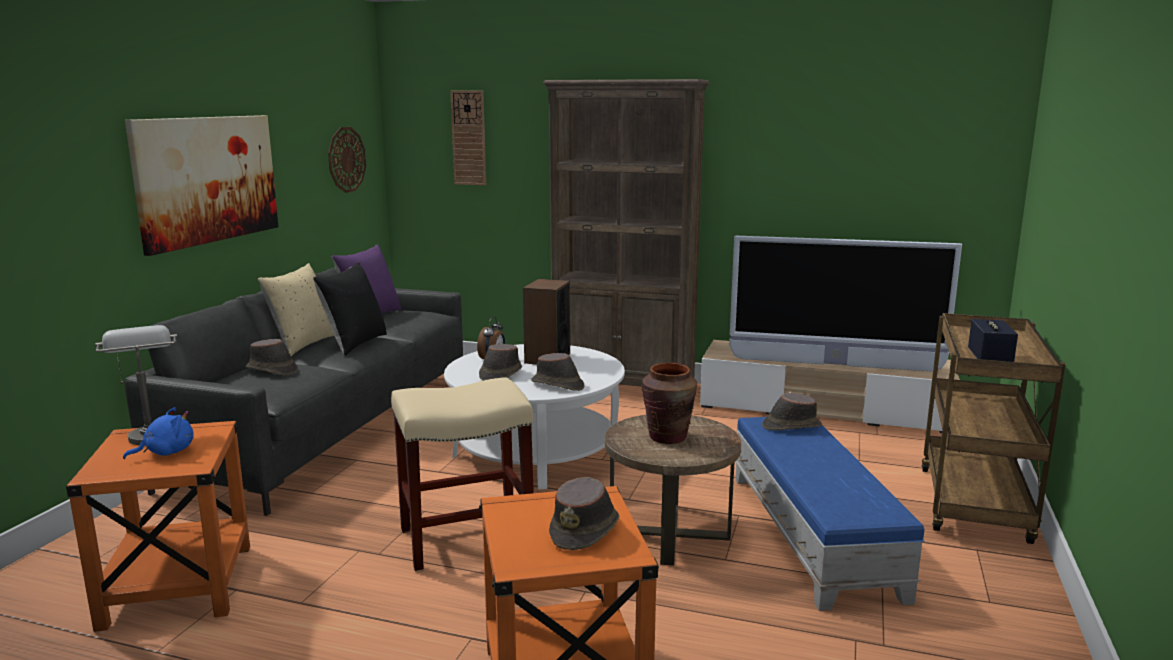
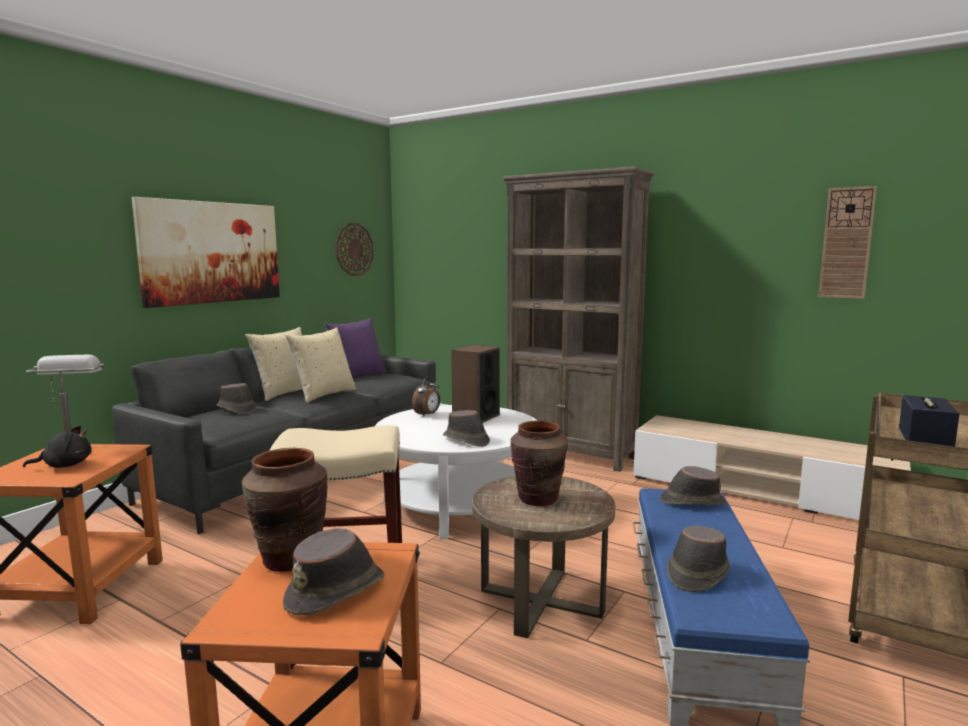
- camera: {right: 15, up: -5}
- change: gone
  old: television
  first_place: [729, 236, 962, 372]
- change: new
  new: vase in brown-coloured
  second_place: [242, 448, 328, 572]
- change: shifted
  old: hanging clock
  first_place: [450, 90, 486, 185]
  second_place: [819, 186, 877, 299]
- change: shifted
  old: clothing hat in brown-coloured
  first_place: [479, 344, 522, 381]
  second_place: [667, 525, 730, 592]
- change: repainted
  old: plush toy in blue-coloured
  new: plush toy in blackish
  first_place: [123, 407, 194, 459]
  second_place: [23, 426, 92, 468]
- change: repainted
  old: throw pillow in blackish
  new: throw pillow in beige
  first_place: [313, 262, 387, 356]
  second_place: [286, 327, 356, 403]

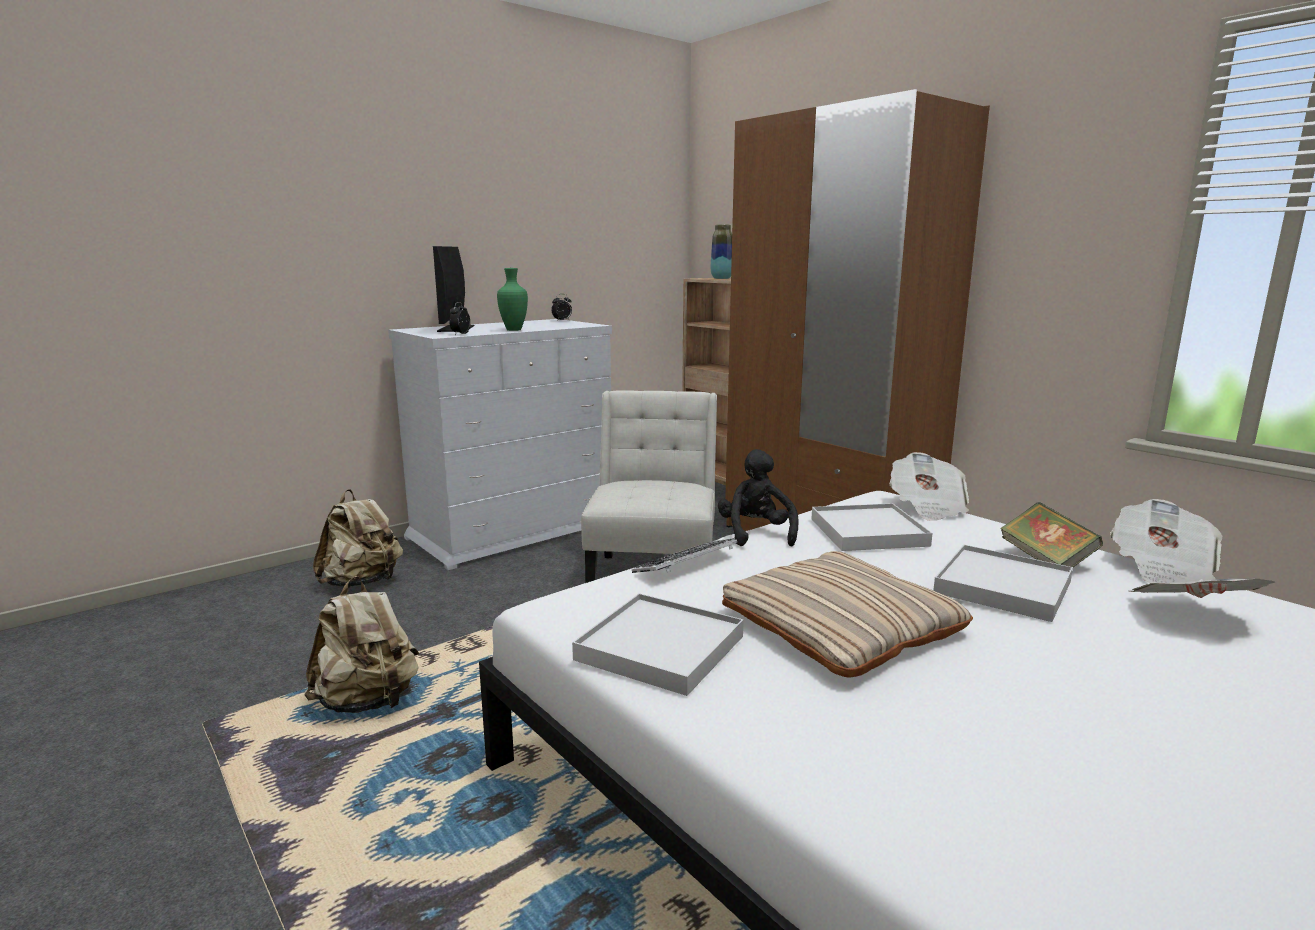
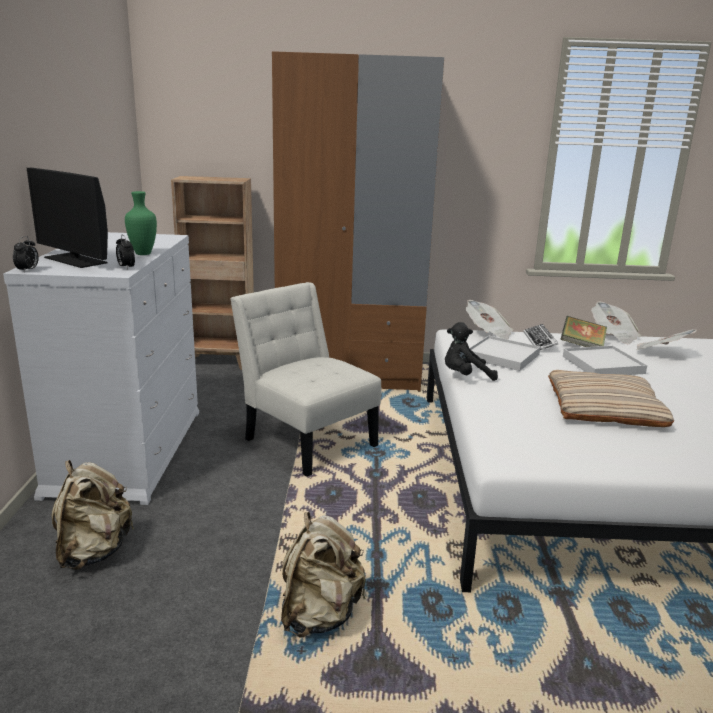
- camera: {right: -50, up: 5}
- change: gone
  old: tray in whitish
  first_place: [572, 593, 744, 696]
- change: gone
  old: vase
  first_place: [711, 225, 732, 279]
- change: shifted
  old: bedside clock
  first_place: [551, 294, 572, 321]
  second_place: [13, 236, 39, 272]
- change: shifted
  old: keyboard
  first_place: [632, 538, 737, 573]
  second_place: [524, 324, 558, 350]
- change: rotated
  old: plush toy in blackish
  first_place: [718, 449, 799, 546]
  second_place: [445, 322, 498, 381]
  degrees: -45

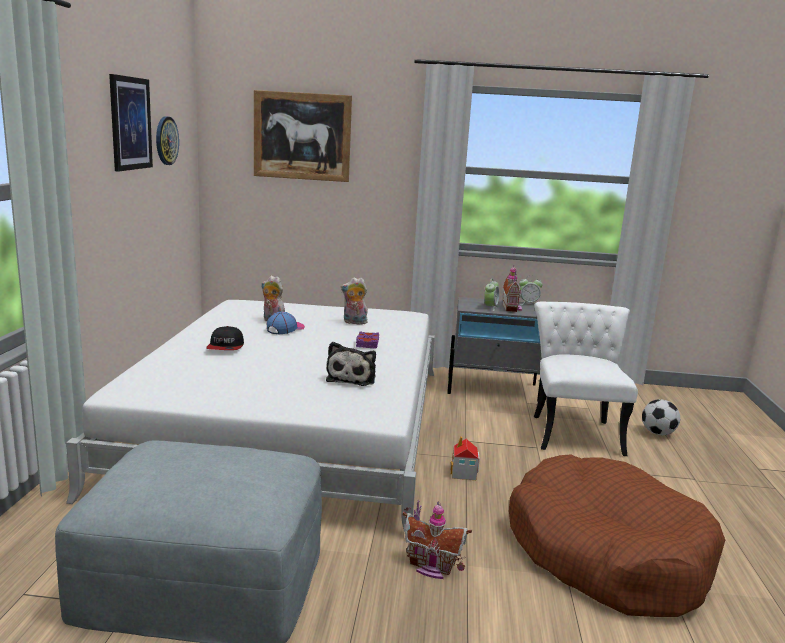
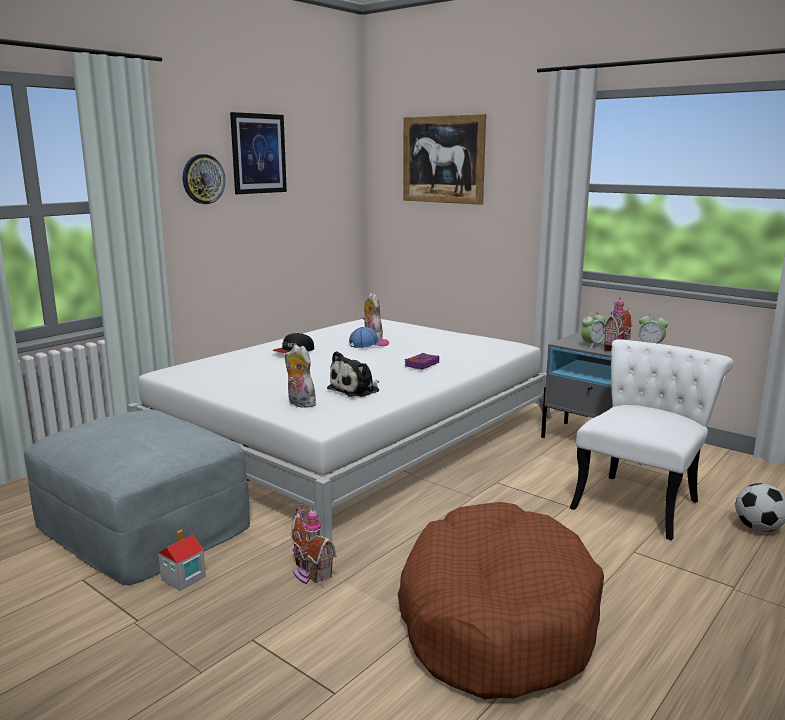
- camera: {right: 35, up: 0}
- change: shifted
  old: hanging clock
  first_place: [156, 116, 179, 165]
  second_place: [183, 154, 225, 204]
- change: shifted
  old: plush toy
  first_place: [341, 277, 369, 324]
  second_place: [284, 345, 316, 408]
- change: shifted
  old: miniature house
  first_place: [450, 436, 480, 480]
  second_place: [158, 530, 206, 591]

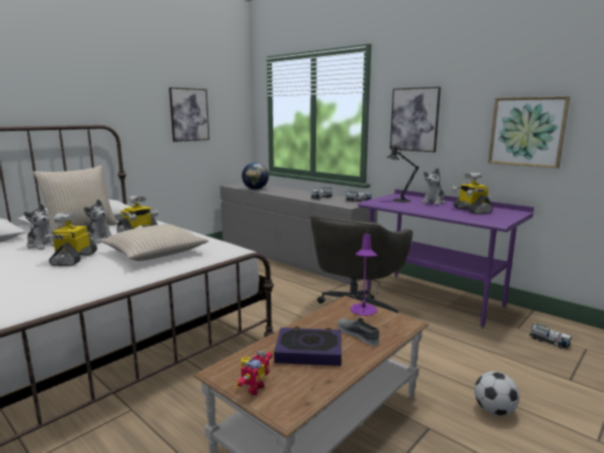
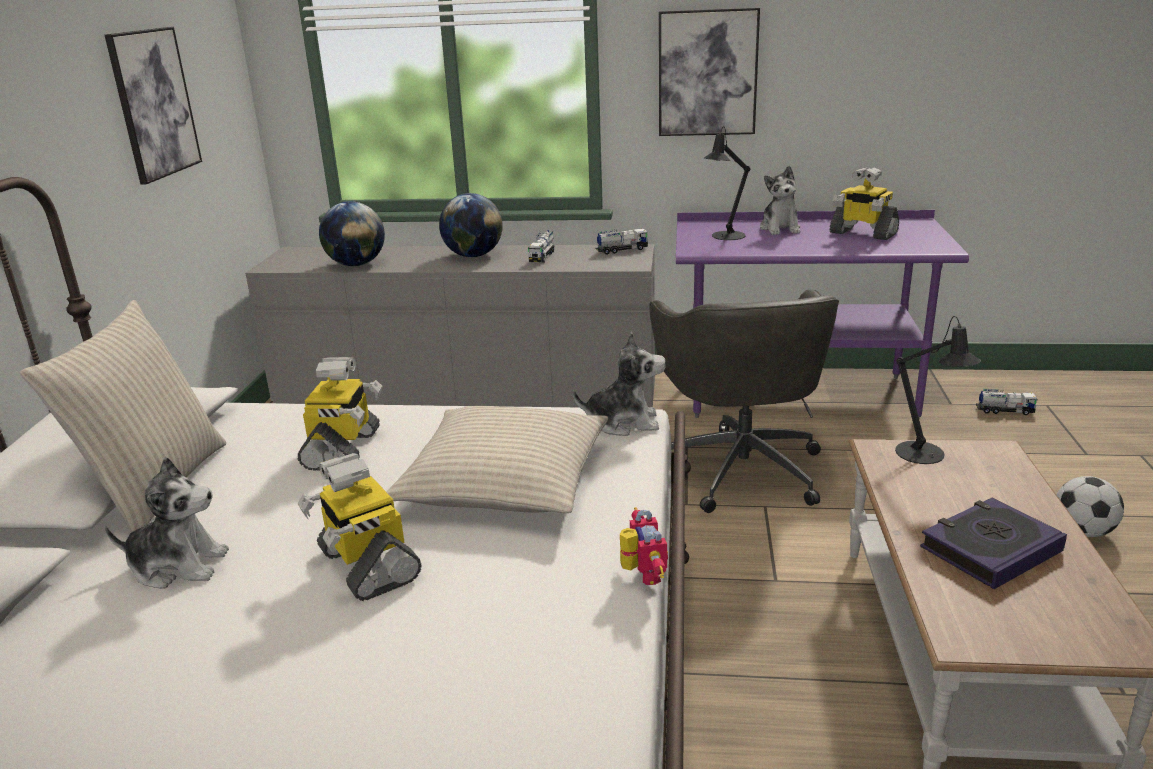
- camera: {right: -35, up: 10}
- change: gone
  old: shoe in greyish
  first_place: [338, 318, 380, 346]
- change: gone
  old: wall picture
  first_place: [488, 96, 570, 168]
- change: new
  new: globe
  second_place: [439, 193, 503, 257]
- change: shifted
  old: plush toy
  first_place: [84, 199, 112, 243]
  second_place: [573, 332, 666, 436]
- change: shifted
  old: robot figure
  first_place: [235, 351, 273, 395]
  second_place: [620, 507, 668, 585]
- change: repainted
  old: lamp for a table in purple-coloured
  new: lamp for a table in blackish
  first_place: [350, 233, 377, 316]
  second_place: [895, 316, 981, 464]

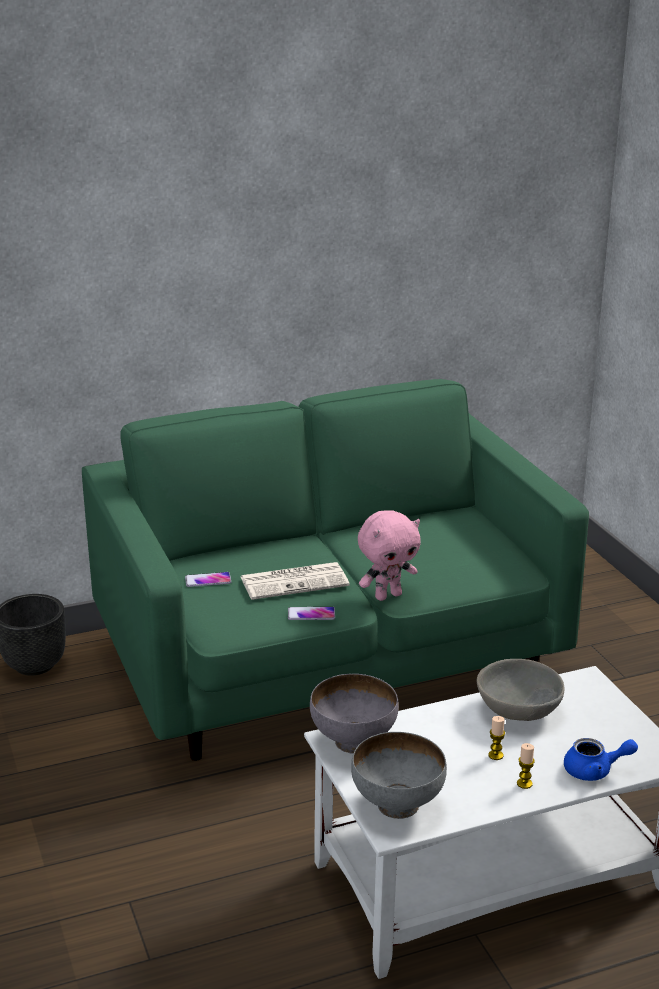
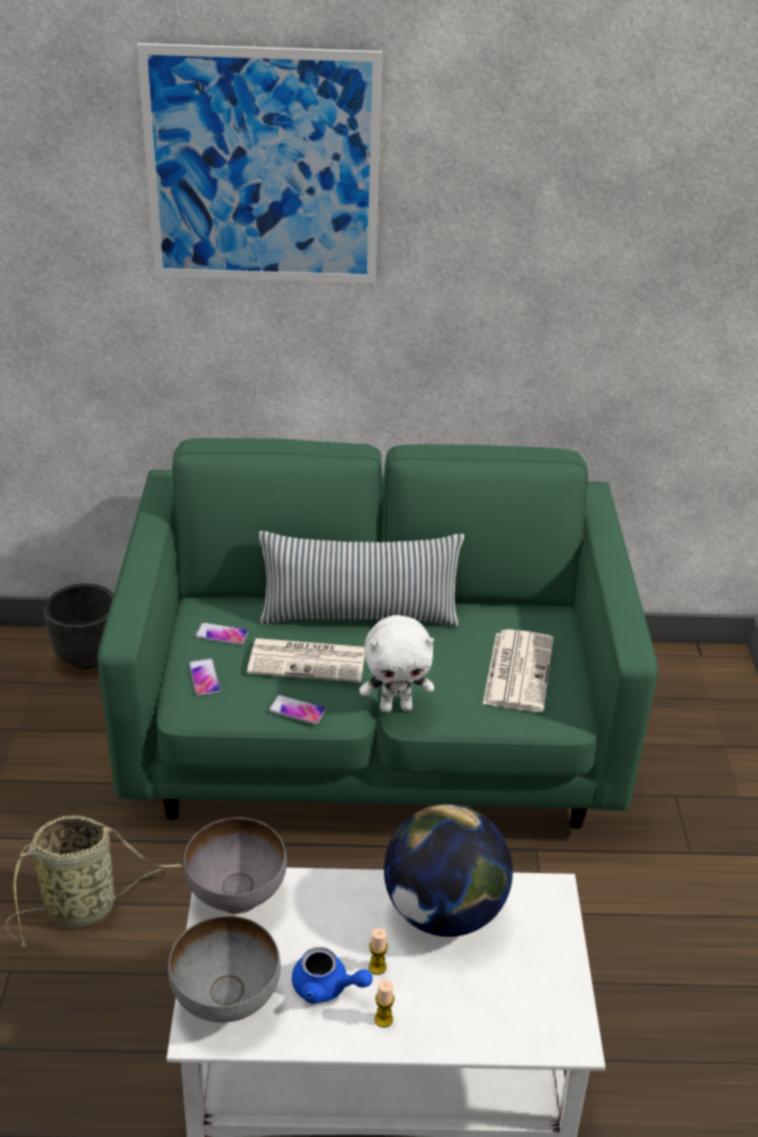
- camera: {right: 20, up: 10}
- change: new
  new: household basket
  second_place: [6, 815, 183, 948]
- change: new
  new: wall picture
  second_place: [137, 43, 382, 283]
- change: new
  new: telephone
  second_place: [189, 658, 221, 696]
- change: new
  new: throw pillow
  second_place: [258, 531, 464, 626]
- change: new
  new: printed paper
  second_place: [483, 629, 553, 712]
- change: shifted
  old: teapot in blue-coloured
  first_place: [564, 738, 638, 781]
  second_place: [292, 947, 372, 1004]
- change: swapped
  old: bowl in greyish
  new: globe
  first_place: [476, 659, 565, 721]
  second_place: [384, 804, 513, 937]
- change: repainted
  old: plush toy in pink-coloured
  new: plush toy in whitish
  first_place: [358, 510, 421, 601]
  second_place: [360, 615, 434, 712]

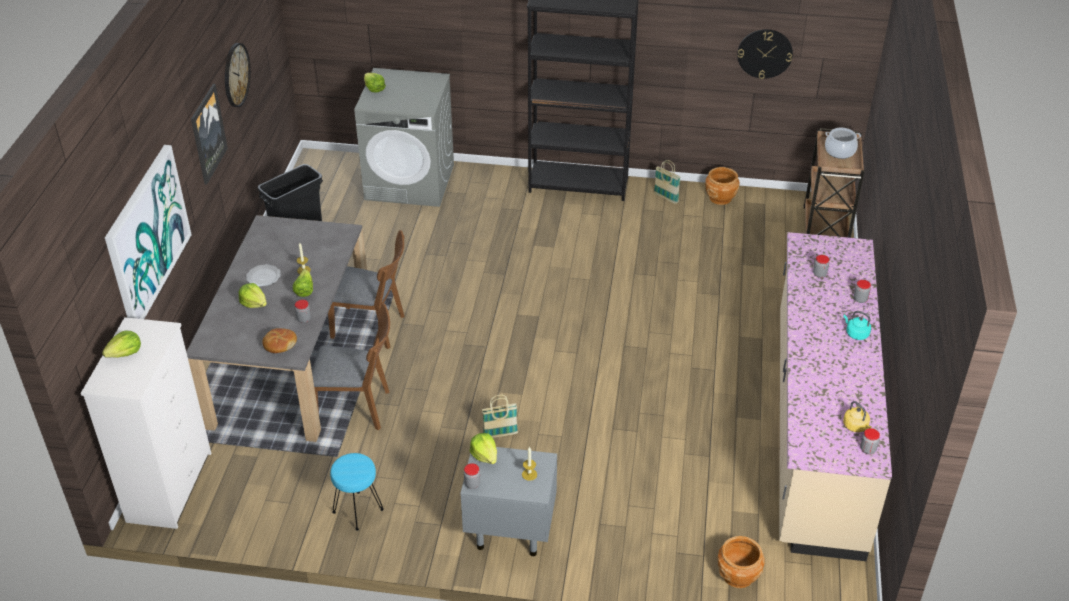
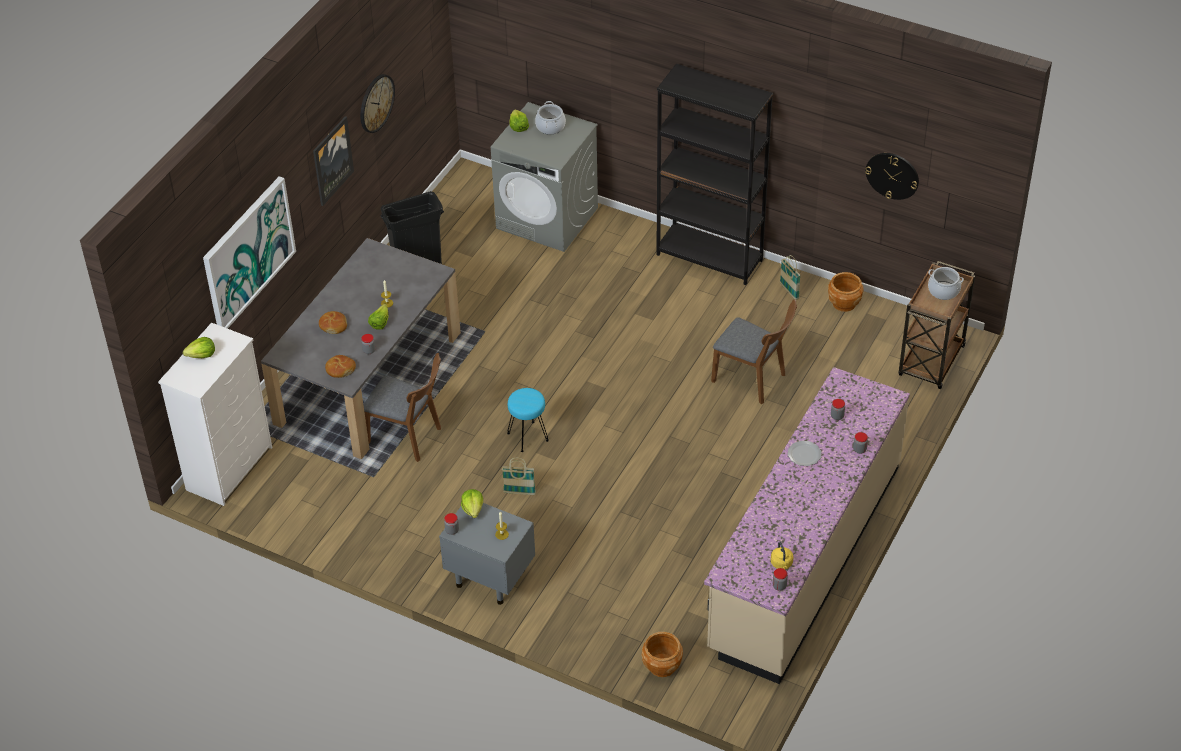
- camera: {right: 20, up: 5}
- change: gone
  old: water kettle in turquoise-coloured
  first_place: [844, 311, 871, 340]
- change: new
  new: saucepot
  second_place: [535, 101, 566, 135]
- change: shifted
  old: plate
  first_place: [246, 264, 281, 287]
  second_place: [788, 441, 822, 466]
- change: shifted
  old: plain chair in brown-coloured
  first_place: [328, 230, 405, 349]
  second_place: [711, 299, 797, 404]
- change: shifted
  old: stool in turquoise-coloured
  first_place: [330, 453, 384, 531]
  second_place: [507, 388, 549, 452]
- change: swapped
  old: head of lettuce
  new: bakery bread
  first_place: [238, 283, 267, 308]
  second_place: [319, 311, 347, 334]

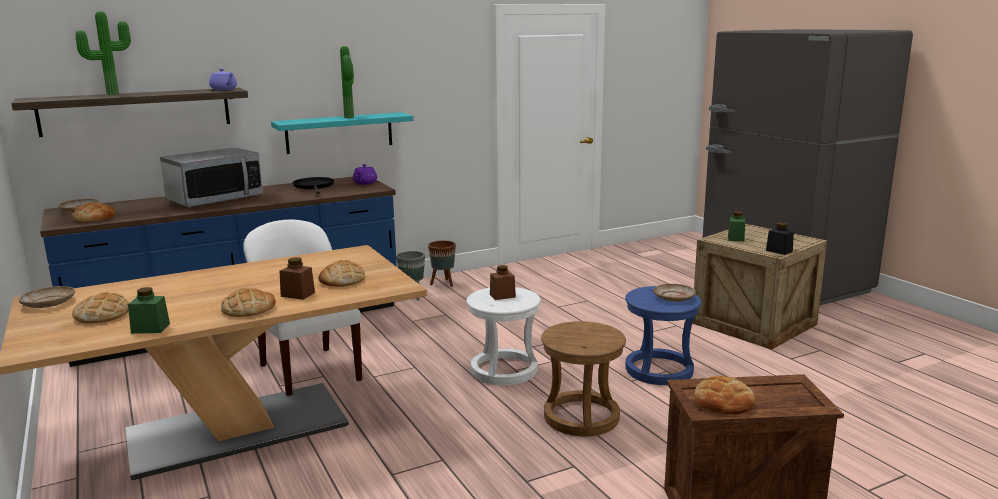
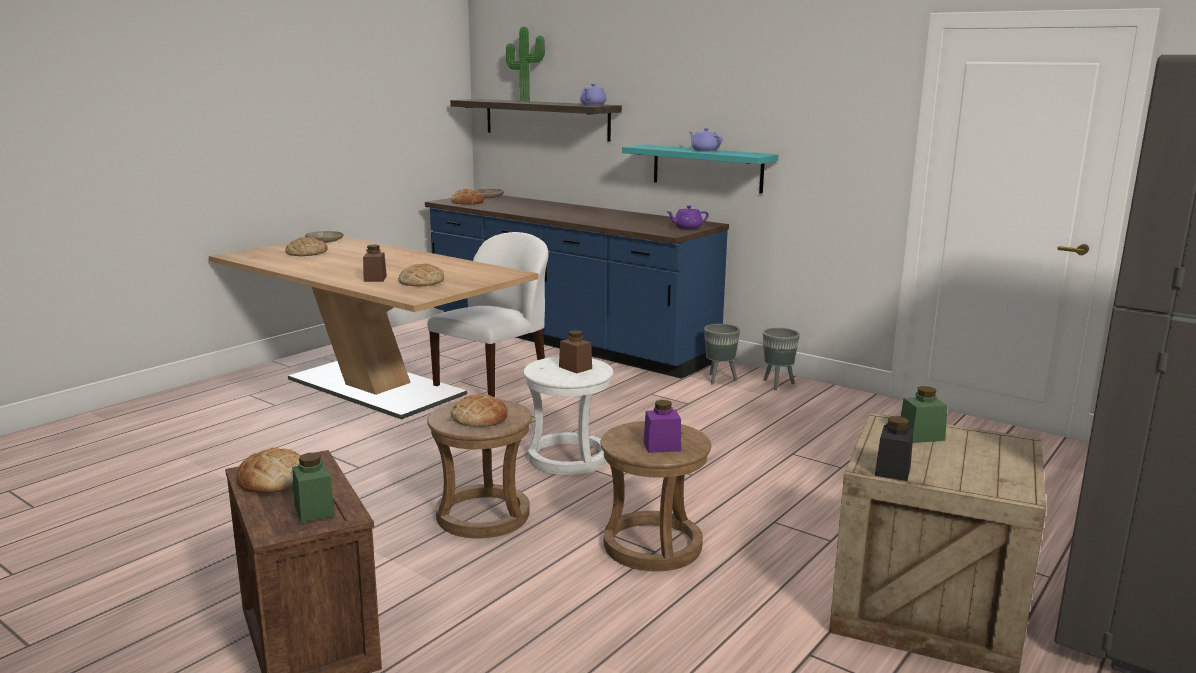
- camera: {right: 65, up: 0}
- change: gone
  old: microwave
  first_place: [160, 147, 263, 207]
- change: gone
  old: pan in blackish
  first_place: [293, 177, 334, 194]
- change: shifted
  old: preserve jar in greenish
  first_place: [128, 287, 170, 334]
  second_place: [292, 453, 335, 523]
- change: shifted
  old: bakery bread
  first_place: [221, 288, 276, 317]
  second_place: [451, 394, 508, 427]
- change: swapped
  old: houseplant
  new: teapot in purple-coloured
  first_place: [340, 46, 354, 118]
  second_place: [688, 128, 723, 152]
- change: swapped
  old: plate in beige
  new: preserve jar in purple-coloured
  first_place: [654, 284, 695, 302]
  second_place: [644, 400, 681, 453]
- change: repainted
  old: flower pot in brown-coloured
  new: flower pot in greyish
  first_place: [428, 241, 456, 287]
  second_place: [763, 328, 800, 390]
- change: repainted
  old: stool in blue-coloured
  new: stool in brown-coloured
  first_place: [625, 286, 701, 385]
  second_place: [600, 421, 711, 571]

